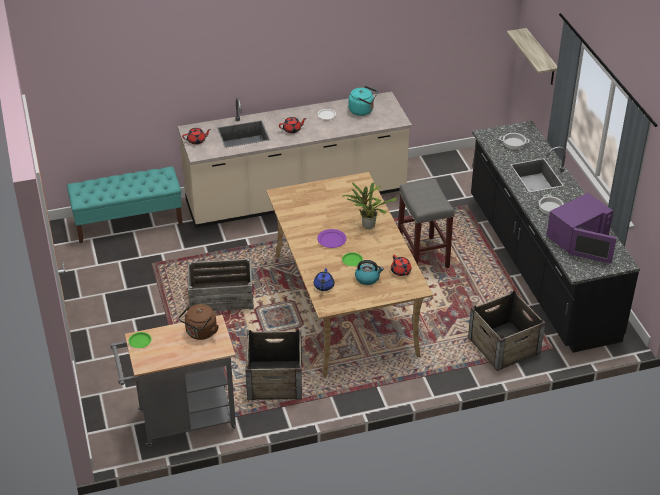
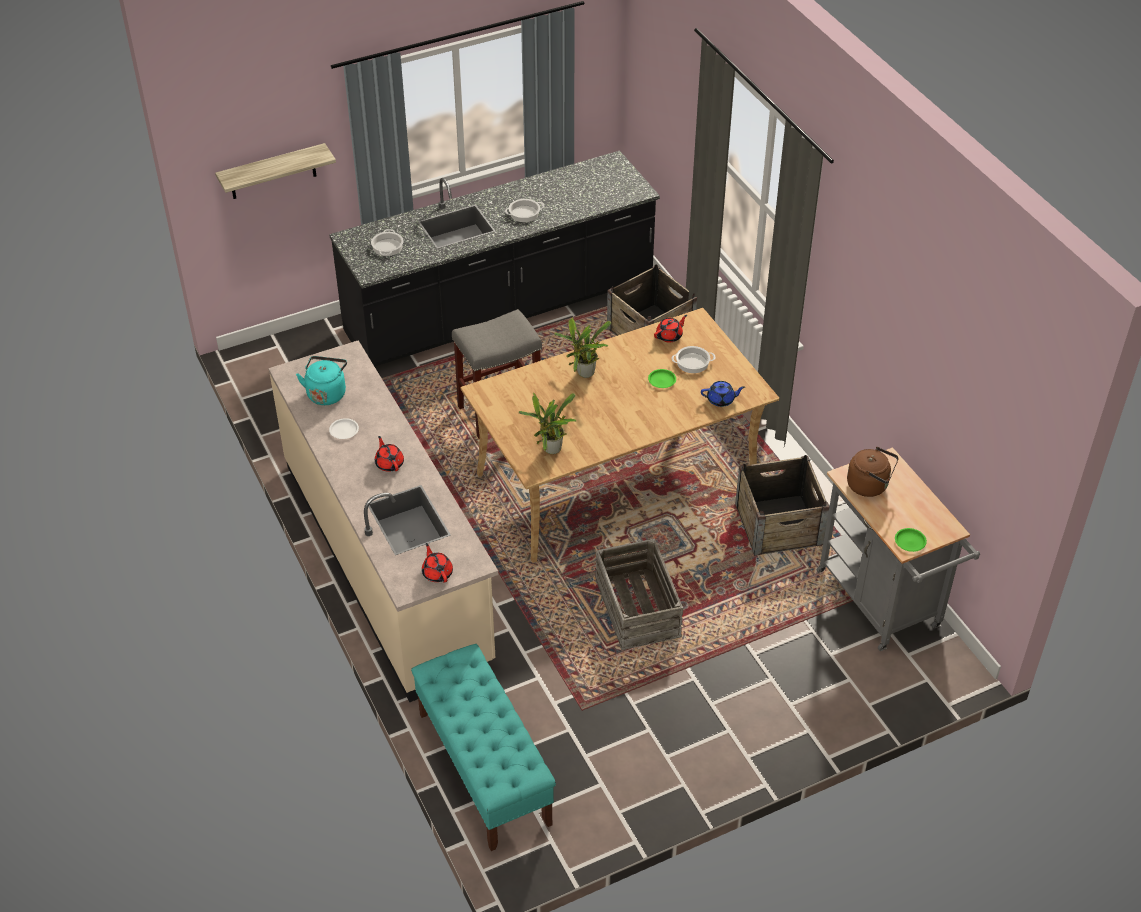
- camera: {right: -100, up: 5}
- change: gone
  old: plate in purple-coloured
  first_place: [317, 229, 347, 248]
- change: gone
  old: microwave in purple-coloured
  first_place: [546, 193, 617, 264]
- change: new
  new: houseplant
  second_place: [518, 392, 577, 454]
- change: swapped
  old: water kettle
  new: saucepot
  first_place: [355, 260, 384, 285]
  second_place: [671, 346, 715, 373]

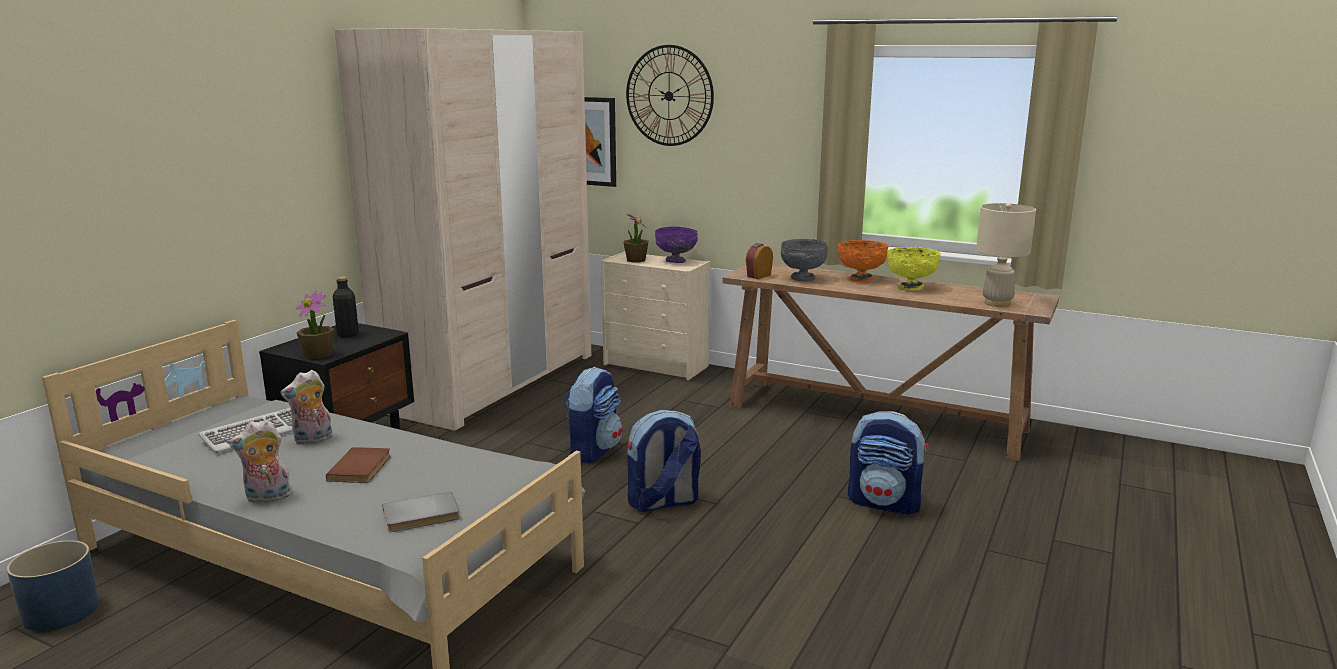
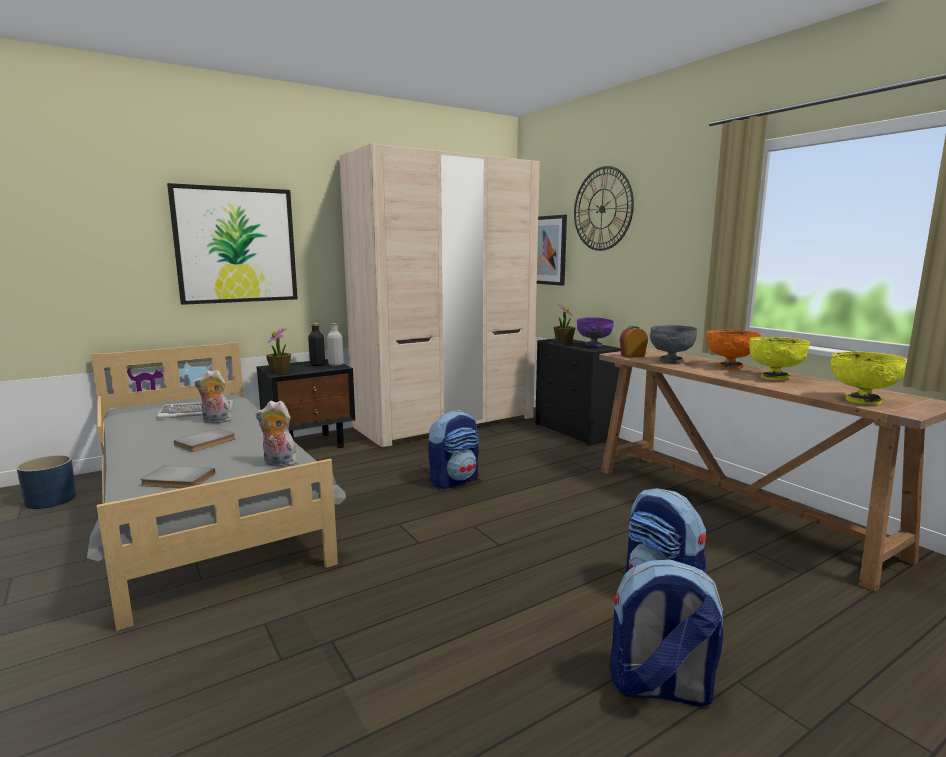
- camera: {right: 30, up: -5}
- change: new
  new: wall picture
  second_place: [167, 183, 298, 305]
- change: new
  new: bottle in greyish
  second_place: [327, 323, 344, 366]
- change: shifted
  old: plush toy
  first_place: [229, 419, 292, 504]
  second_place: [256, 401, 299, 467]
- change: shifted
  old: rucksack
  first_place: [627, 410, 701, 512]
  second_place: [610, 559, 723, 707]
- change: swapped
  old: lamp for a table in beige
  new: bowl in yellow-coloured
  first_place: [976, 203, 1036, 307]
  second_place: [830, 351, 907, 405]
- change: repainted
  old: volume in brown-coloured
  new: volume in greyish
  first_place: [326, 447, 391, 483]
  second_place: [174, 428, 235, 452]
- change: repainted
  old: chest of drawers in beige
  new: chest of drawers in blackish
  first_place: [601, 251, 710, 380]
  second_place: [535, 339, 621, 446]

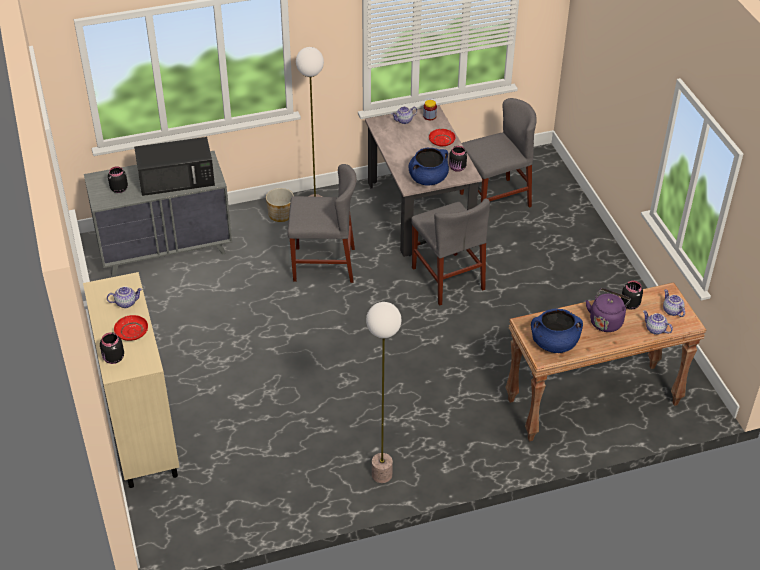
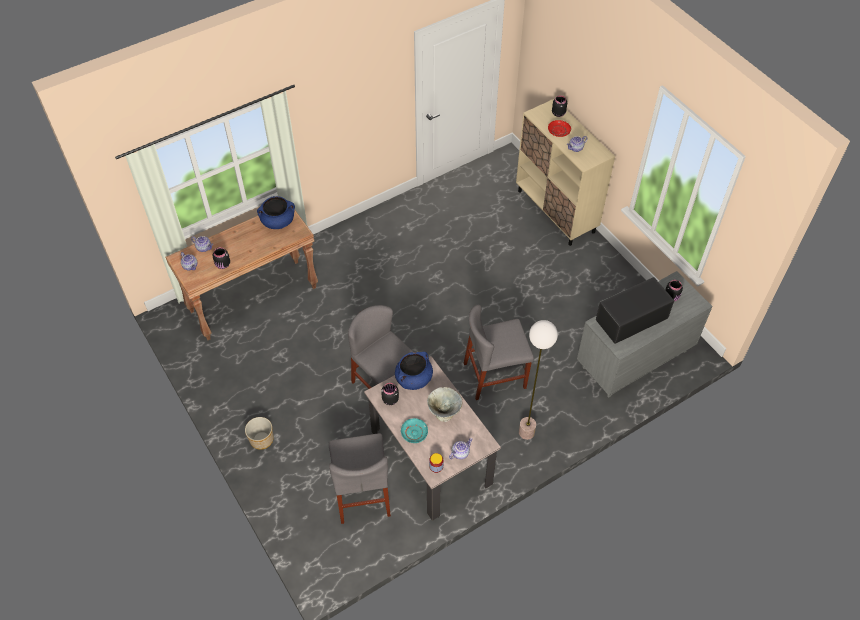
- camera: {right: 165, up: 10}
- change: gone
  old: standing lamp
  first_place: [366, 302, 401, 483]
- change: gone
  old: water kettle in purple-coloured
  first_place: [586, 288, 631, 332]
- change: new
  new: bowl in greyish
  second_place: [427, 387, 462, 422]
- change: shifted
  old: flower pot
  first_place: [266, 188, 294, 222]
  second_place: [245, 417, 274, 450]
- change: repainted
  old: plate in red-coloured
  new: plate in turquoise-coloured
  first_place: [429, 129, 455, 146]
  second_place: [401, 418, 428, 443]
- change: rotated
  old: plain chair in greyish
  first_place: [460, 98, 537, 208]
  second_place: [329, 433, 391, 524]
  degrees: -60

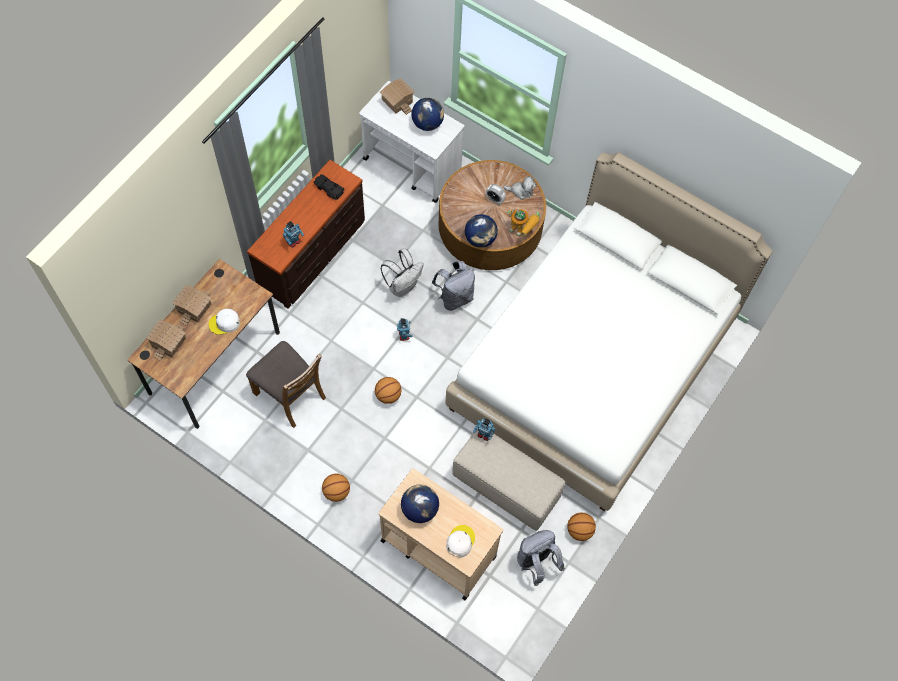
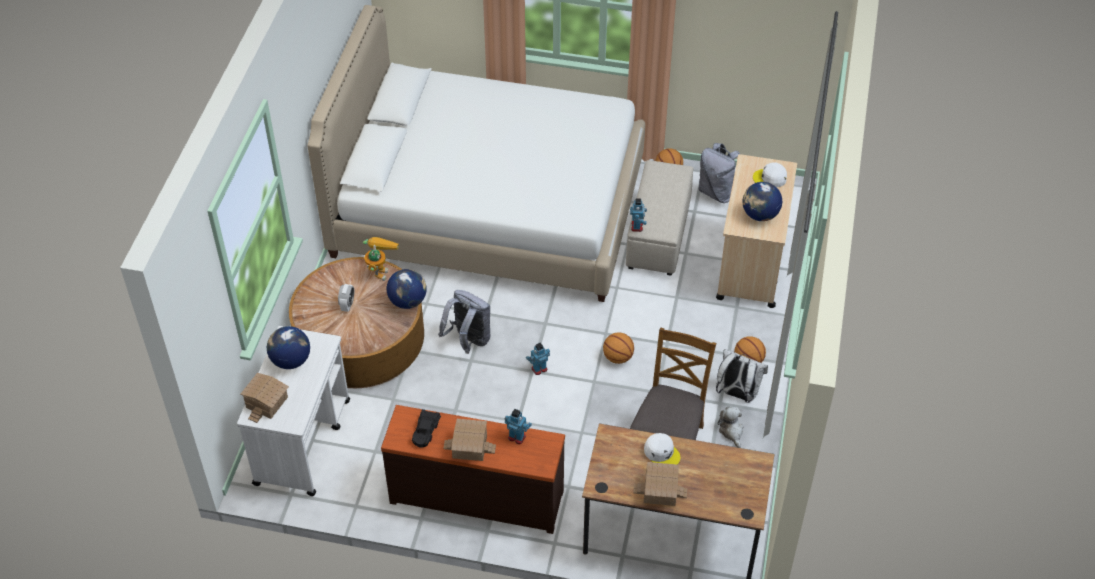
- camera: {right: -110, up: -15}
- change: shifted
  old: miniature house
  first_place: [146, 319, 186, 361]
  second_place: [443, 419, 496, 461]
- change: shifted
  old: rucksack in whitish
  first_place: [380, 249, 424, 297]
  second_place: [716, 349, 768, 403]
- change: shifted
  old: plush toy
  first_place: [503, 176, 536, 200]
  second_place: [717, 406, 743, 448]

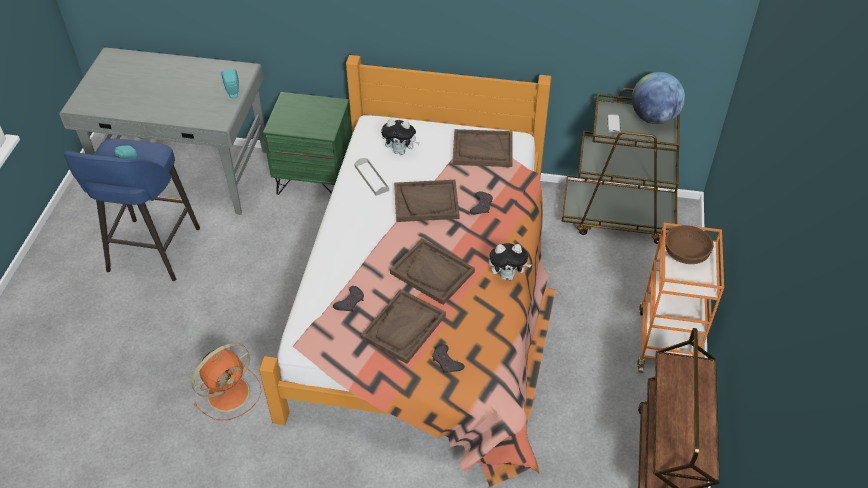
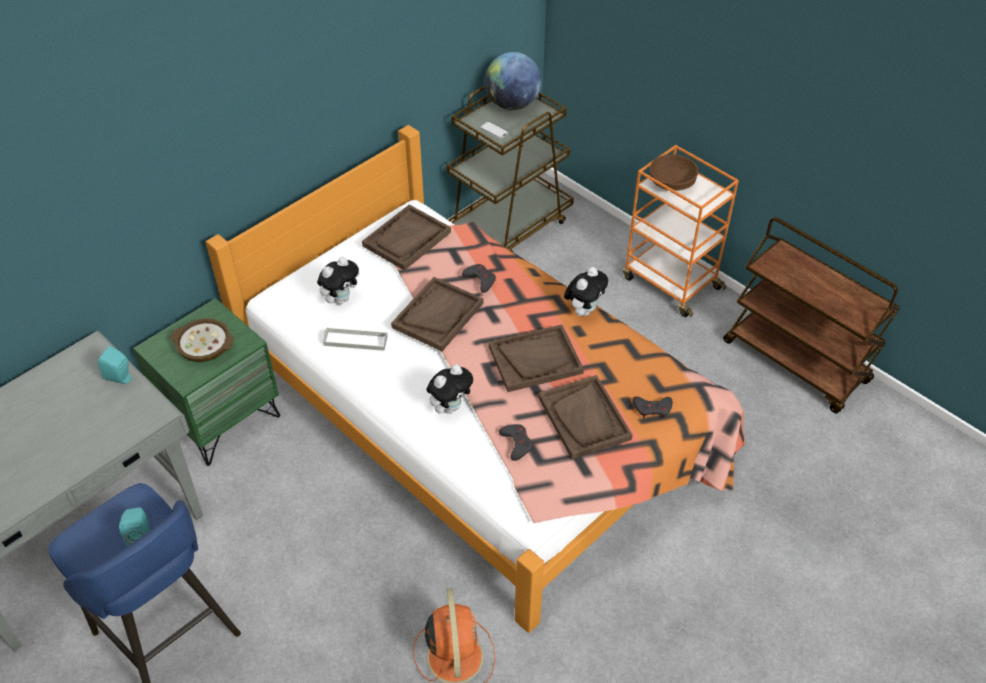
- camera: {right: -55, up: 0}
- change: new
  new: bowl
  second_place: [171, 318, 234, 362]
- change: new
  new: plush toy
  second_place: [426, 364, 473, 414]

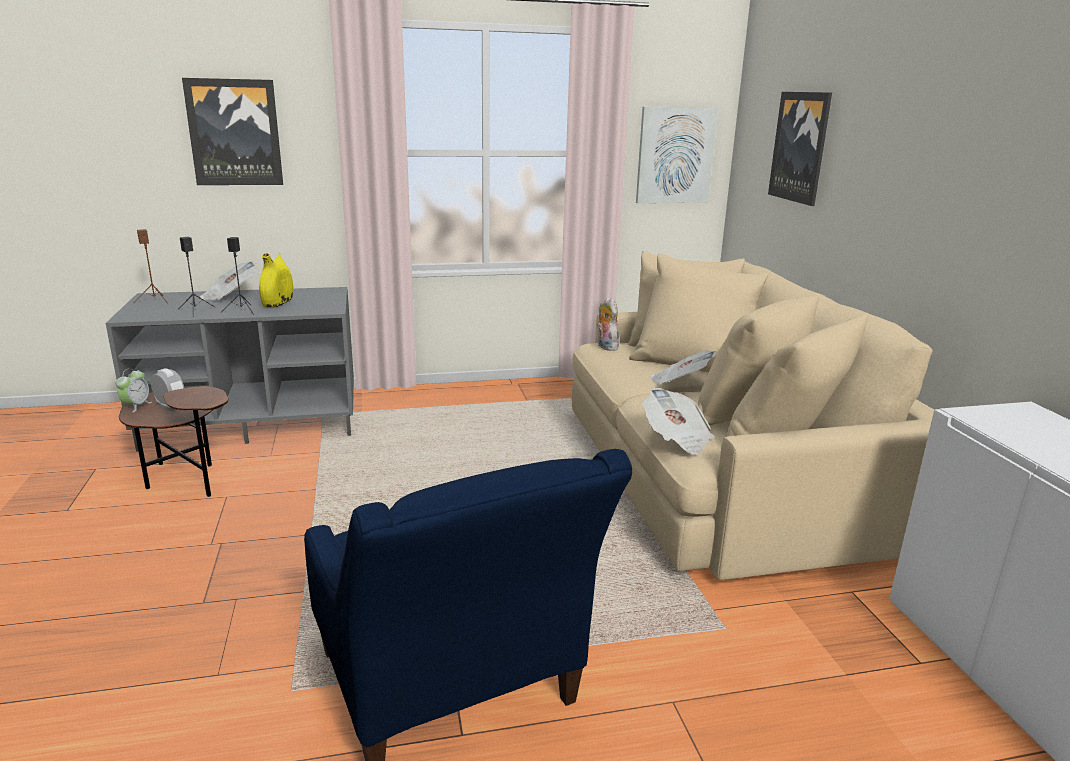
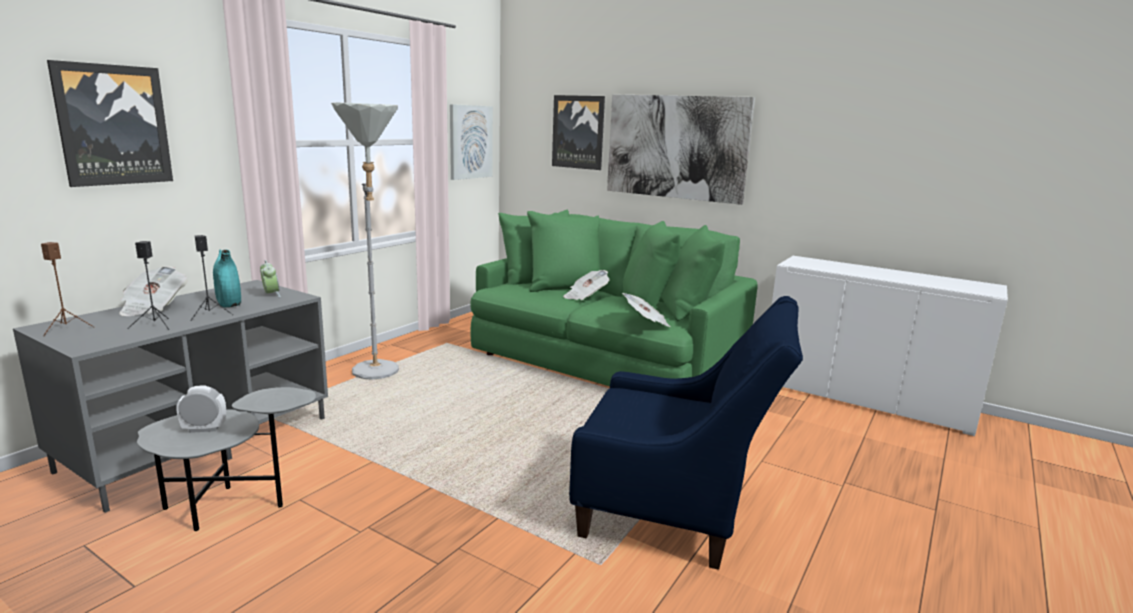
- camera: {right: -45, up: -5}
- change: gone
  old: plush toy
  first_place: [597, 297, 619, 351]
- change: new
  new: standing lamp in greyish
  second_place: [331, 102, 399, 379]
- change: new
  new: wall picture
  second_place: [607, 94, 755, 205]
- change: shifted
  old: bedside clock
  first_place: [116, 368, 152, 412]
  second_place: [260, 260, 281, 297]
- change: repainted
  old: accent table in brown-coloured
  new: accent table in greyish
  first_place: [119, 386, 228, 497]
  second_place: [137, 387, 316, 531]
- change: repainted
  old: vase in yellow-coloured
  new: vase in turquoise-coloured
  first_place: [259, 253, 293, 307]
  second_place: [213, 250, 241, 307]
- change: repainted
  old: couch in beige
  new: couch in greenish
  first_place: [572, 251, 934, 580]
  second_place: [470, 210, 758, 386]

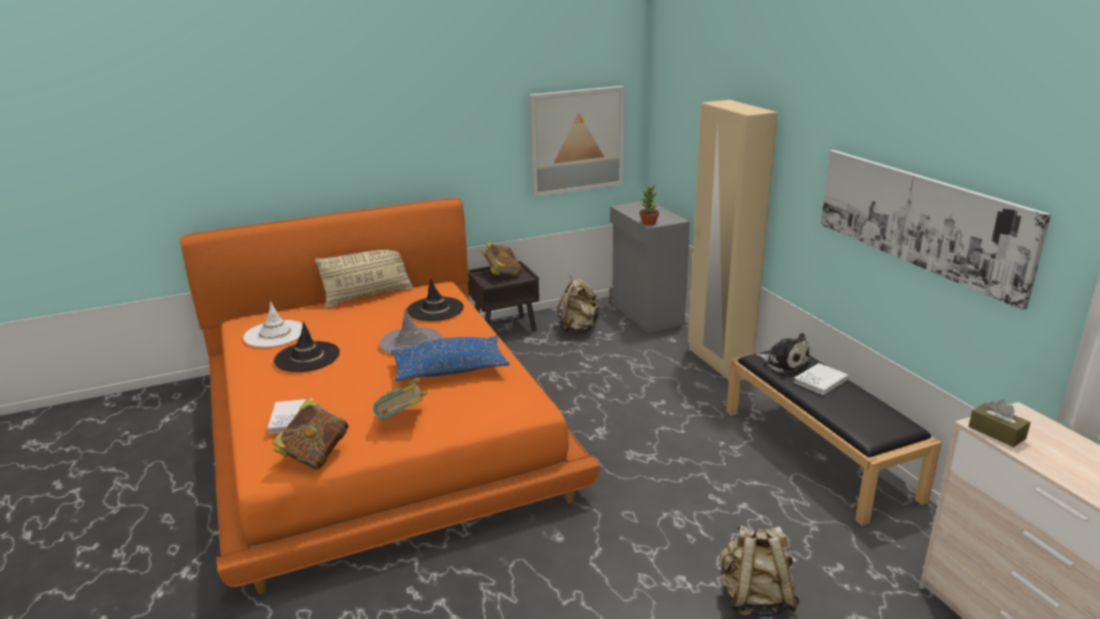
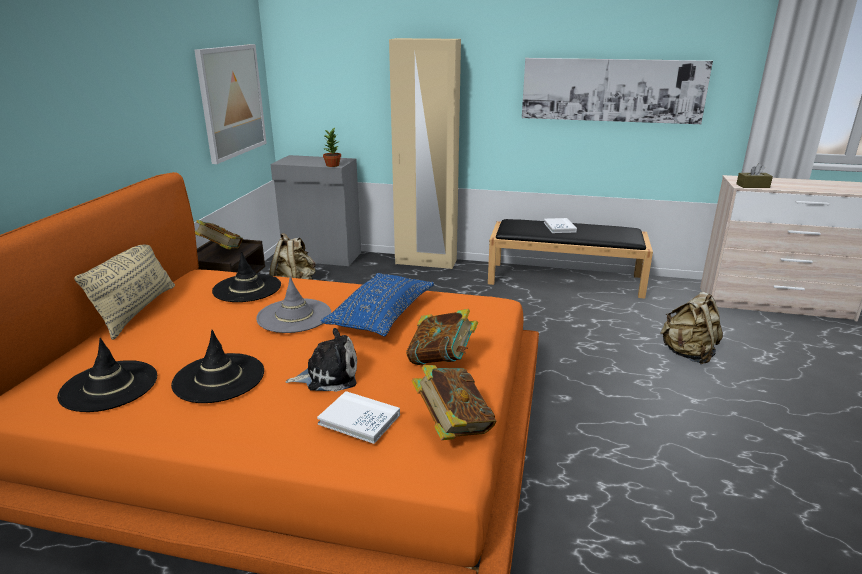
- camera: {right: -55, up: 0}
- change: shifted
  old: plush toy
  first_place: [755, 333, 810, 375]
  second_place: [285, 328, 357, 392]
- change: repainted
  old: clothing hat in whitish
  new: clothing hat in blackish
  first_place: [243, 301, 303, 347]
  second_place: [57, 338, 157, 412]

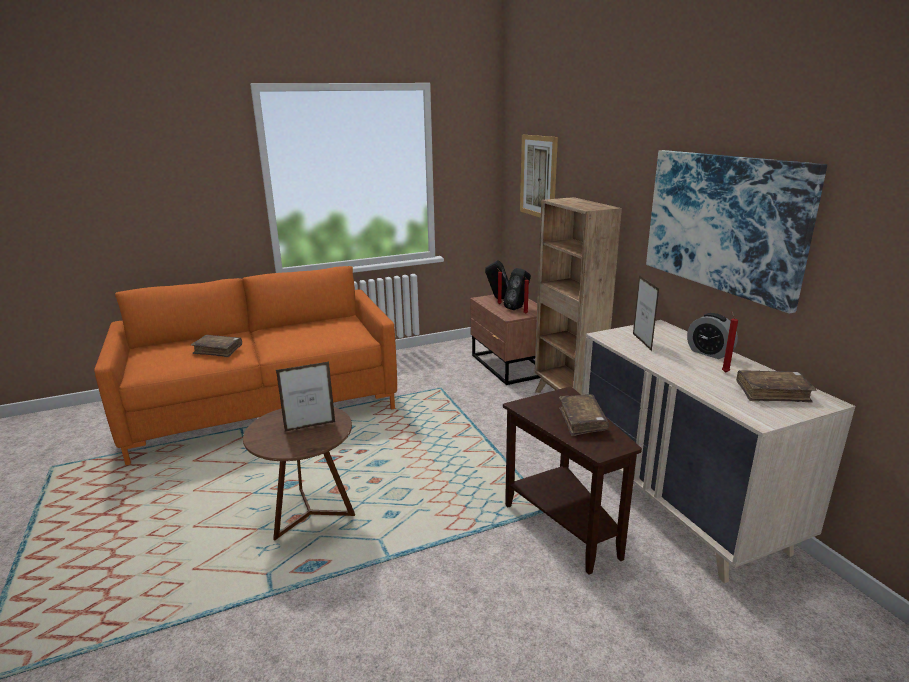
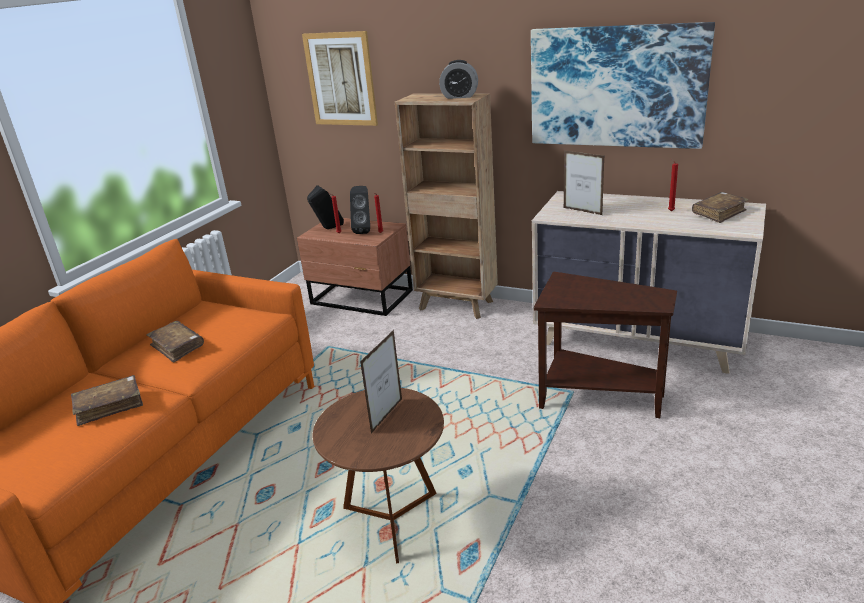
- camera: {right: -40, up: 5}
- change: shifted
  old: volume in brown-coloured
  first_place: [559, 394, 609, 436]
  second_place: [147, 321, 204, 363]
- change: shifted
  old: bedside clock
  first_place: [687, 313, 738, 359]
  second_place: [439, 60, 478, 99]

